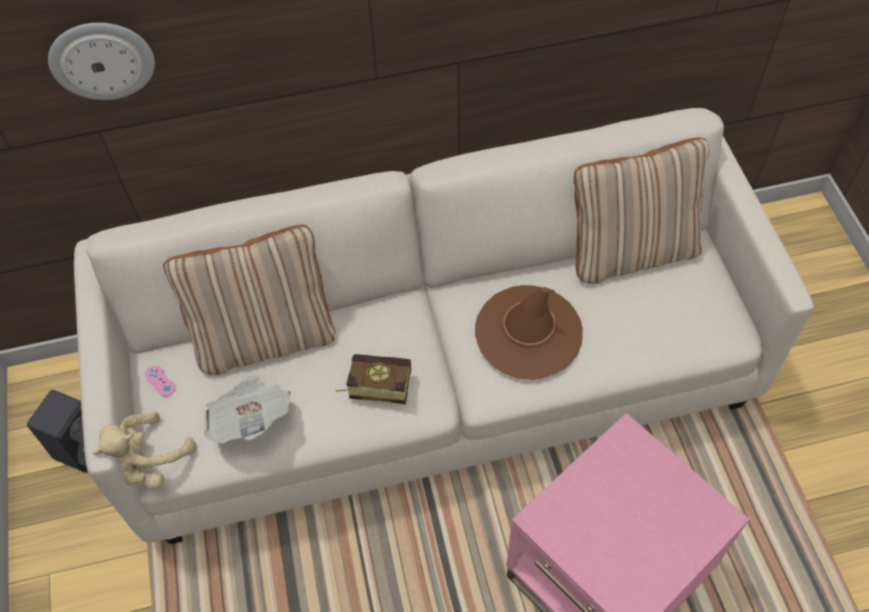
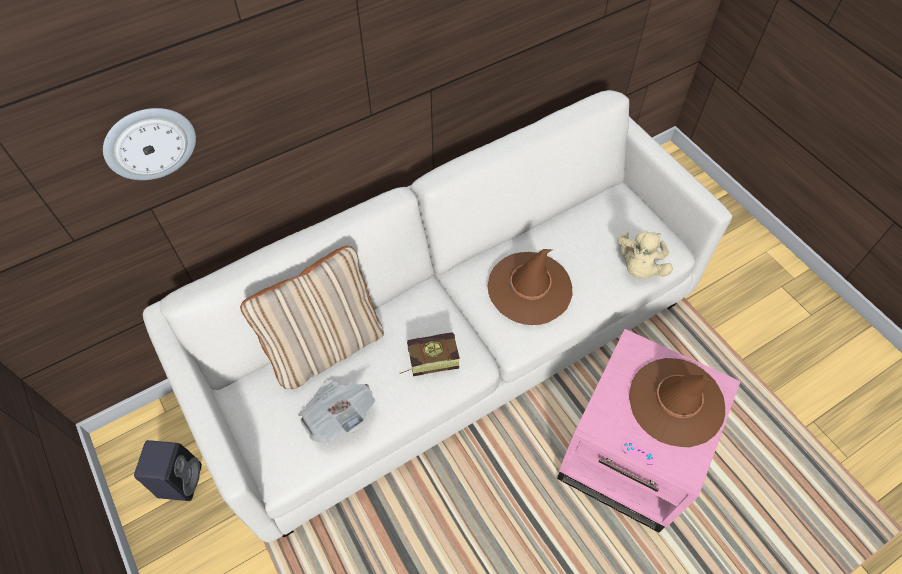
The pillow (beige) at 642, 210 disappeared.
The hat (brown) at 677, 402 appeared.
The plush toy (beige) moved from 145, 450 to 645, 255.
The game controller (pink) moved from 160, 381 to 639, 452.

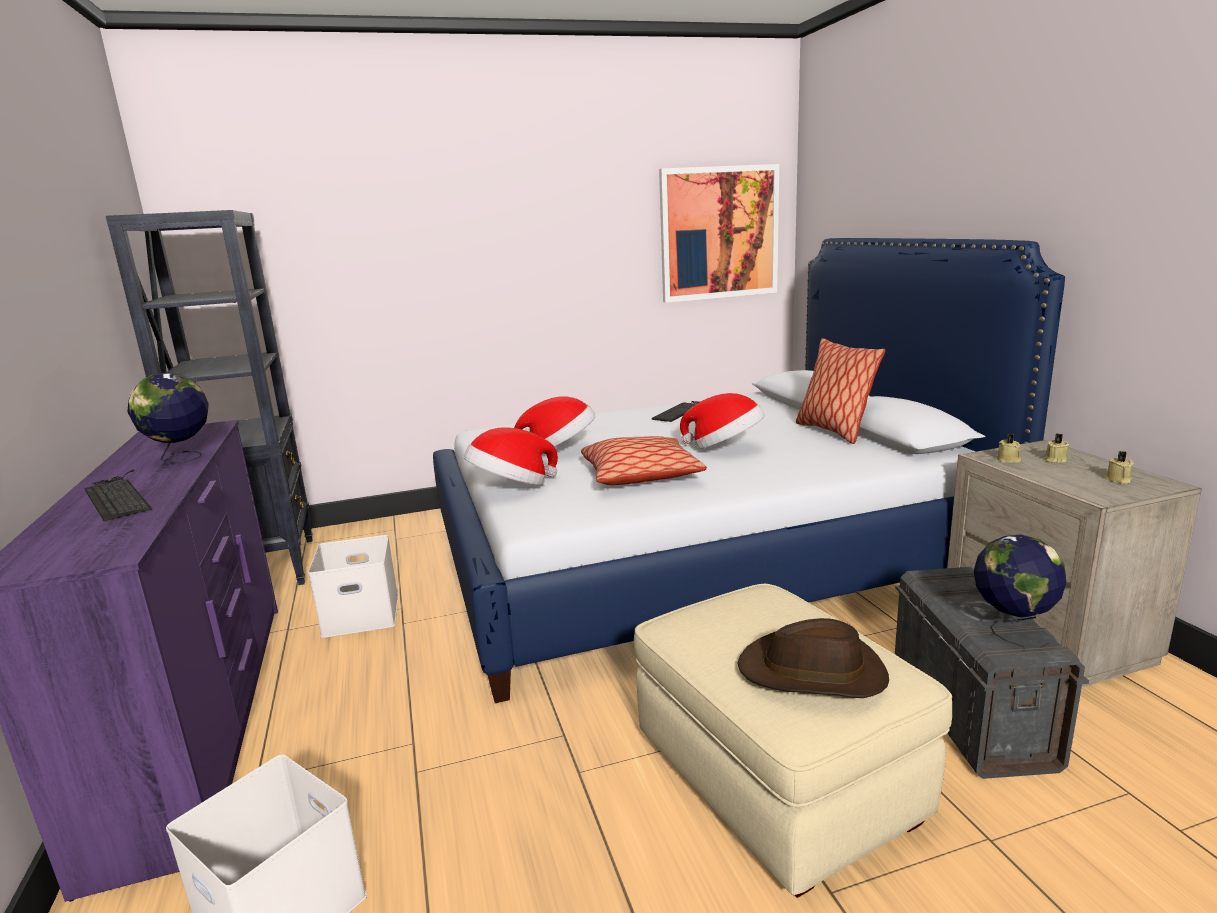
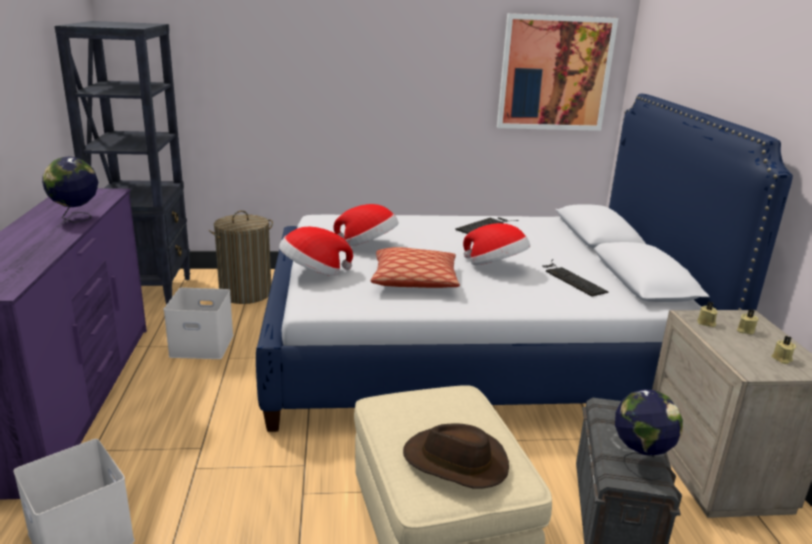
The pillow at 840, 391 disappeared.
The laundry basket at 241, 257 appeared.
The keyboard moved from 118, 495 to 575, 278.

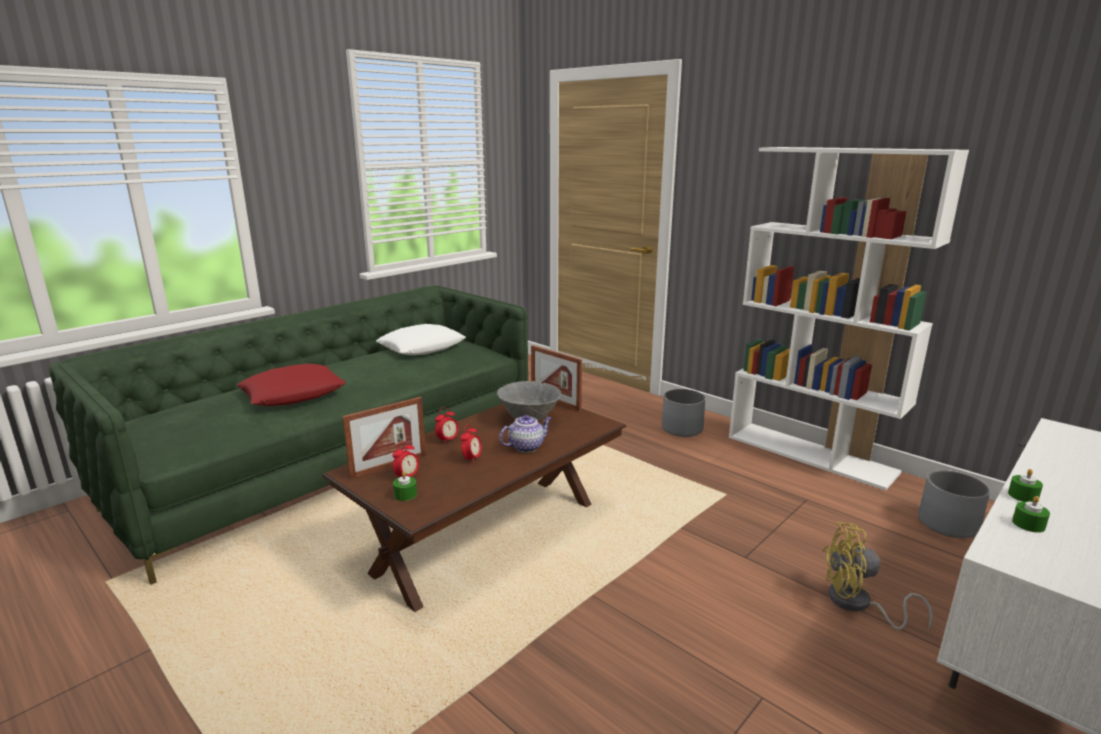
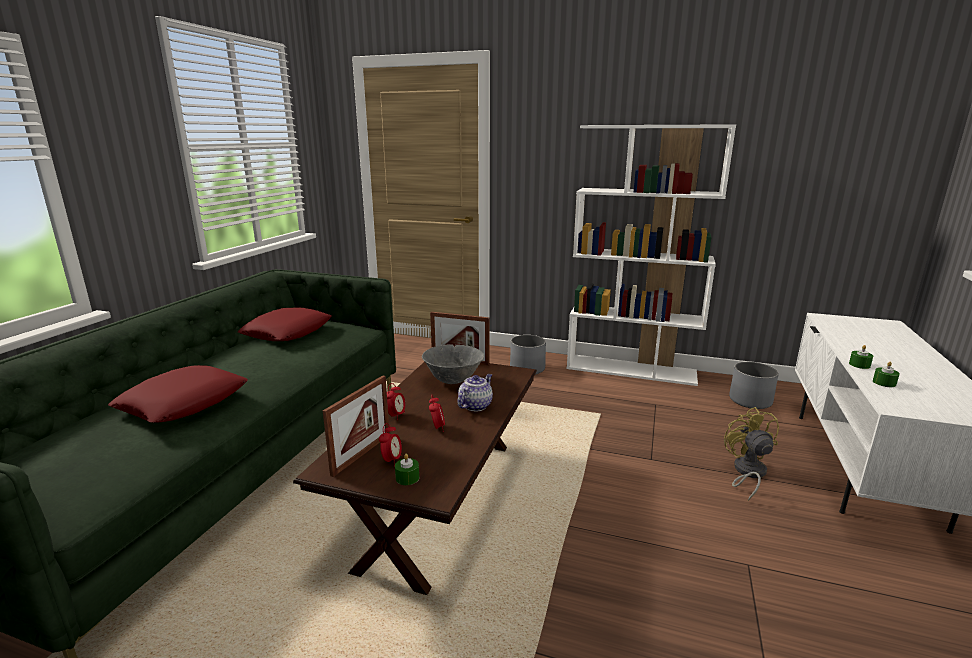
The pillow (white) at 421, 339 became the pillow (red) at 285, 324.
The fan (yellow) at 877, 576 turned 105 degrees clockwise.

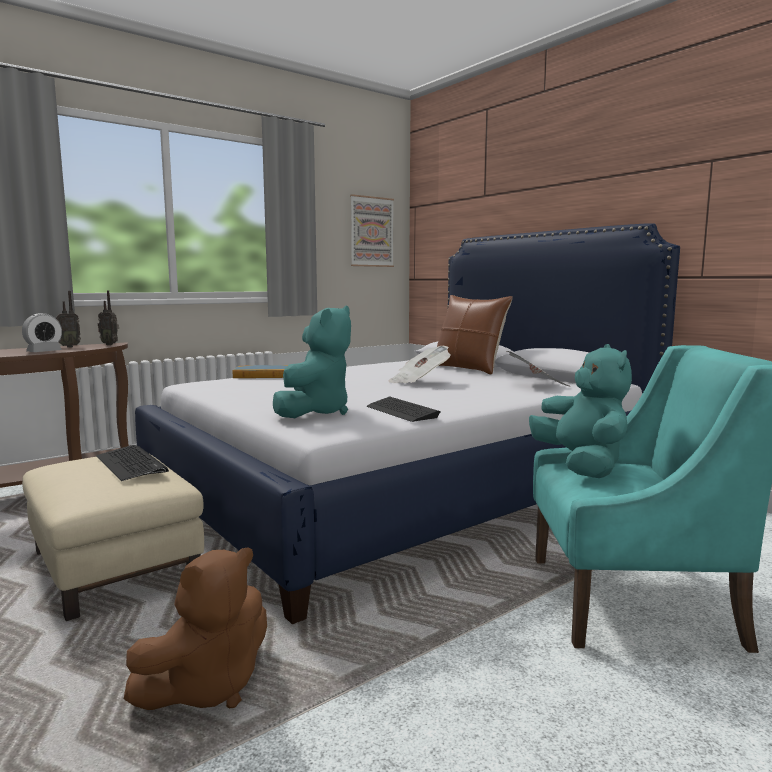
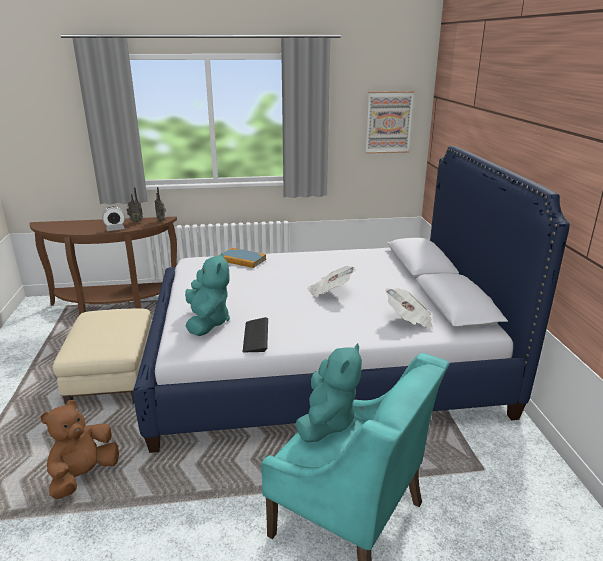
The keyboard at 132, 463 disappeared.
The pillow (brown) at 475, 335 disappeared.
The plush toy (brown) at 195, 628 turned 135 degrees clockwise.
The plush toy (turquoise) at 312, 361 turned 60 degrees counterclockwise.

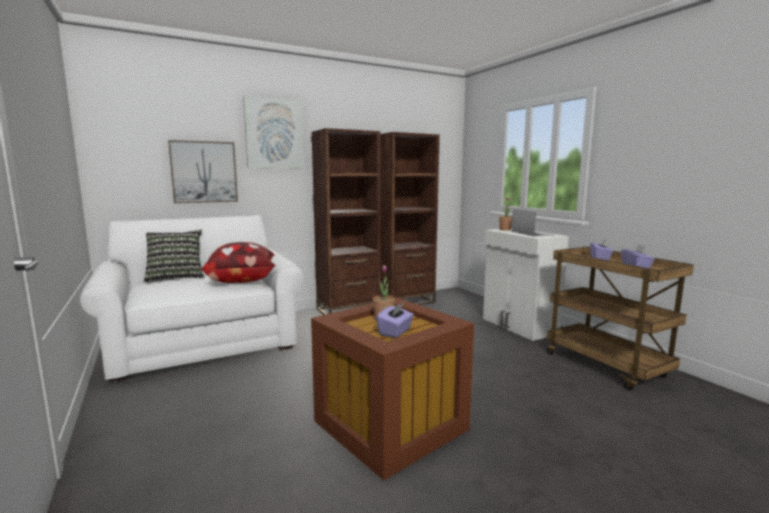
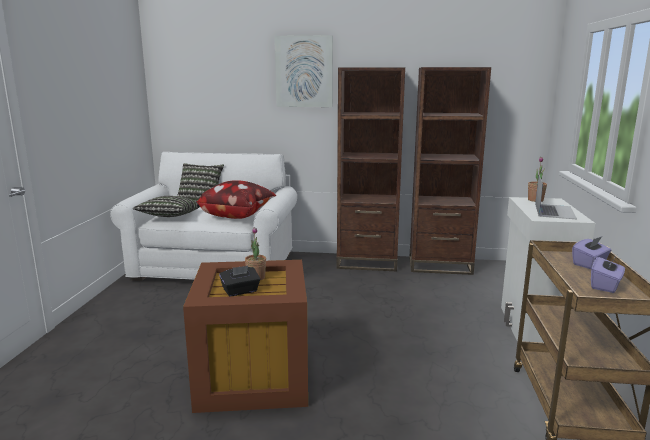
The picture at 203, 171 disappeared.
The pillow at 166, 206 appeared.
The tissue box (purple) at 395, 320 became the tissue box (black) at 239, 281.

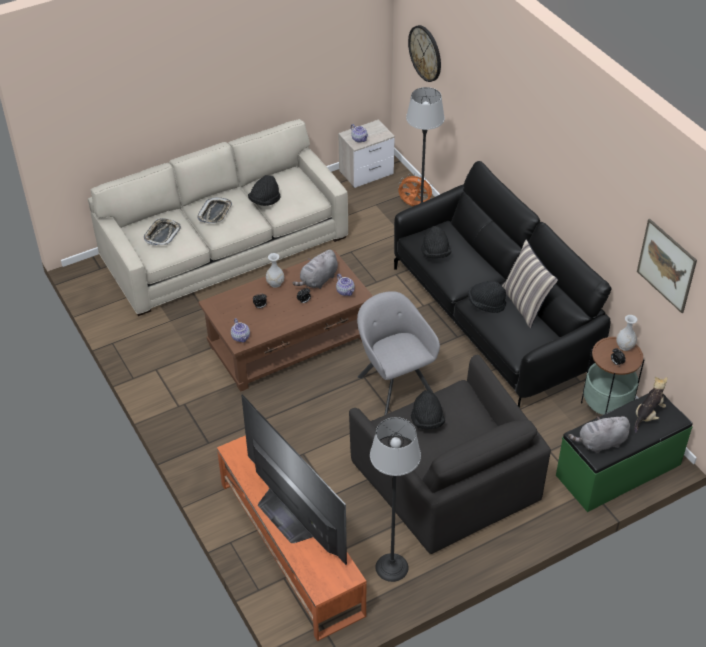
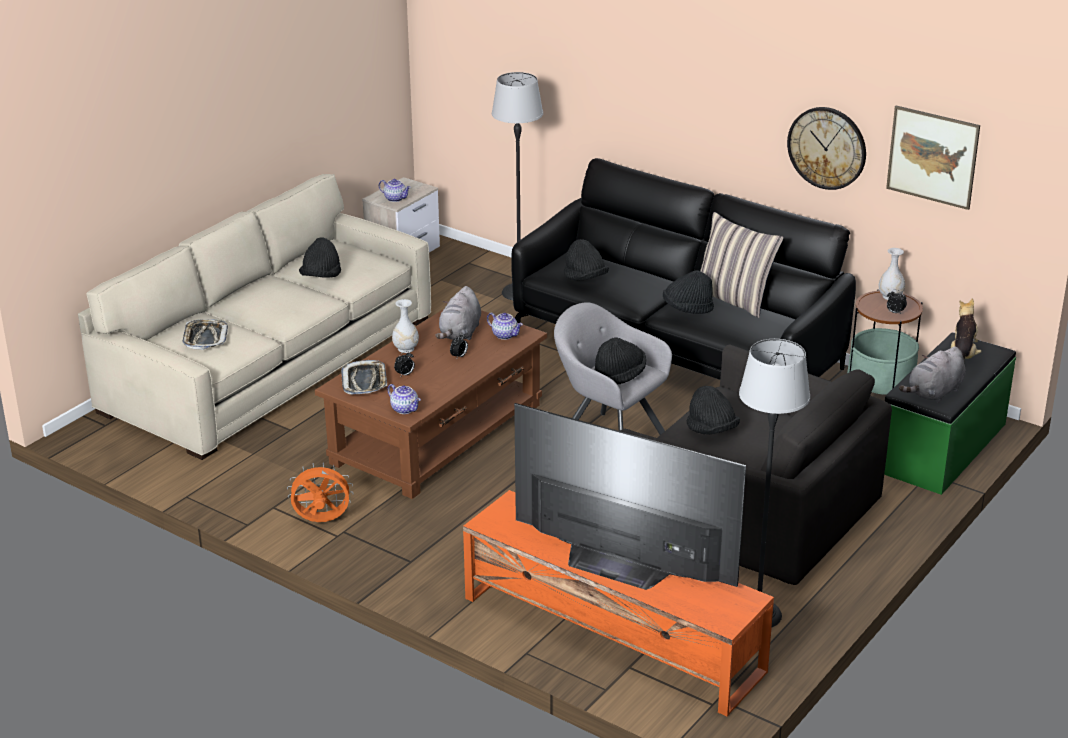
The hat (black) at 620, 361 appeared.
The tray moved from 214, 210 to 364, 377.
The fan (orange) moved from 417, 189 to 320, 492.
The wall clock moved from 424, 53 to 826, 148.

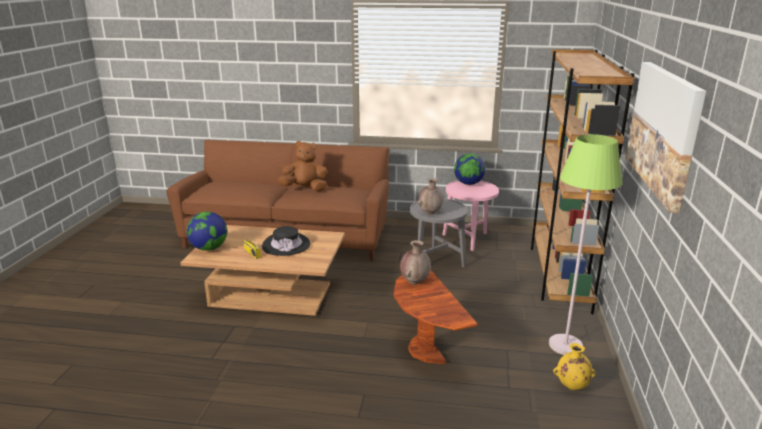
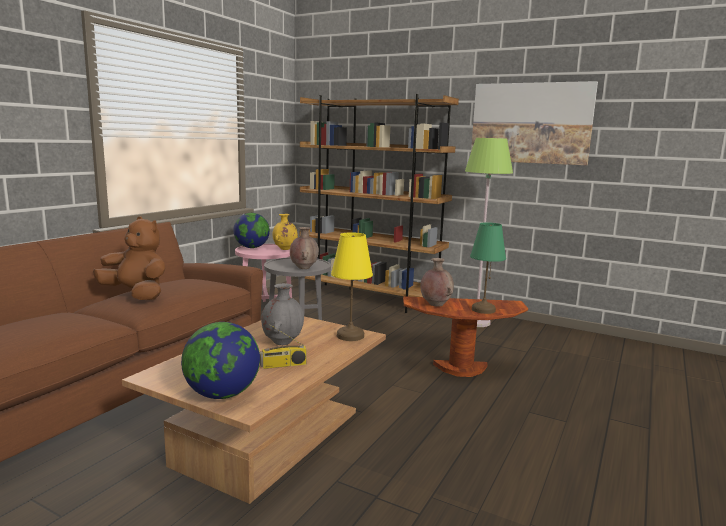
The table lamp (yellow) at 352, 286 appeared.
The table lamp (green) at 488, 268 appeared.
The vase (yellow) moved from 574, 366 to 285, 232.
The hat (black) at 286, 241 was replaced by the vase (grey) at 282, 314.
The plush toy (brown) at 302, 166 turned 90 degrees clockwise.

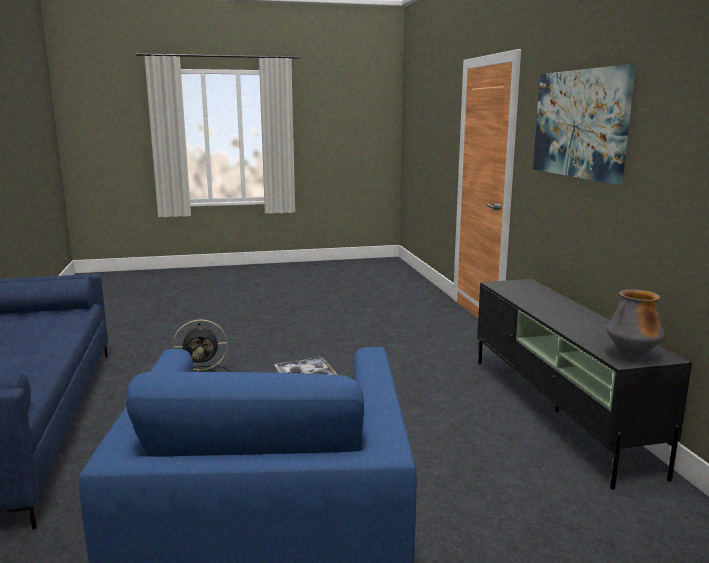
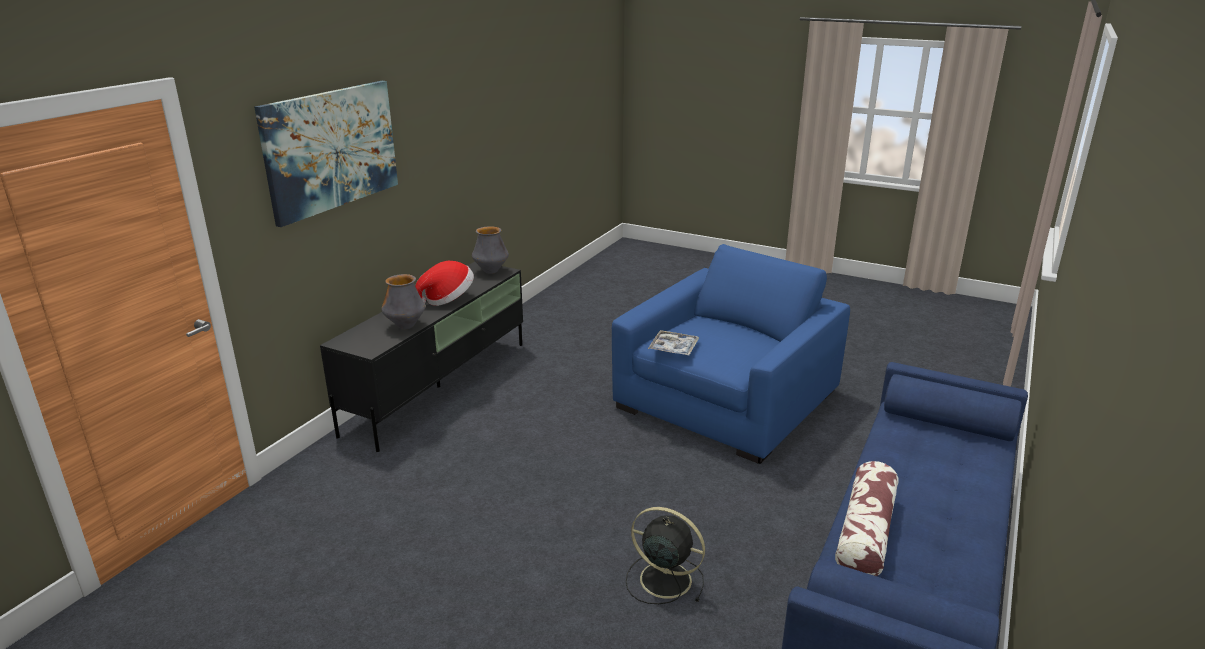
The vase at 403, 301 appeared.
The hat at 444, 283 appeared.
The pillow at 866, 518 appeared.

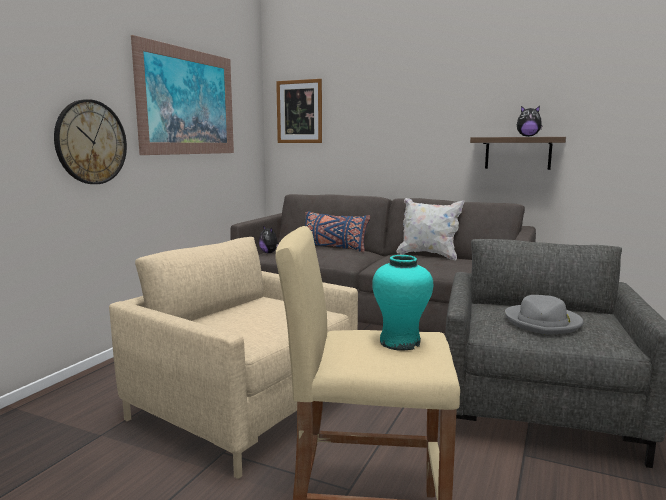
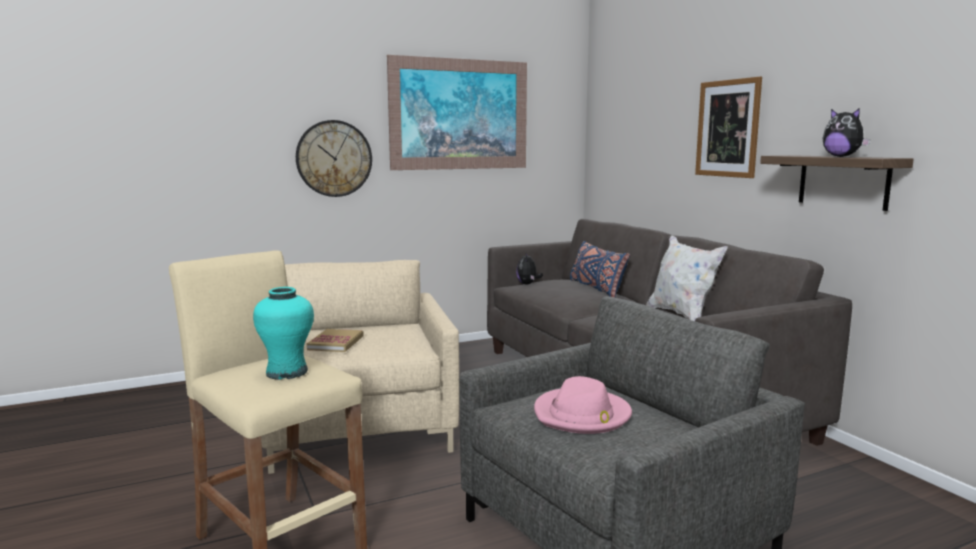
The book at 335, 340 appeared.
The picture moved from 299, 111 to 728, 127.
The hat (grey) at 544, 314 became the hat (pink) at 583, 405.

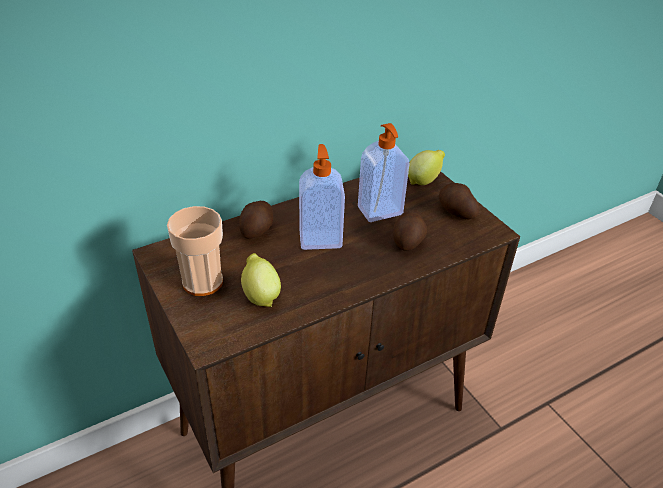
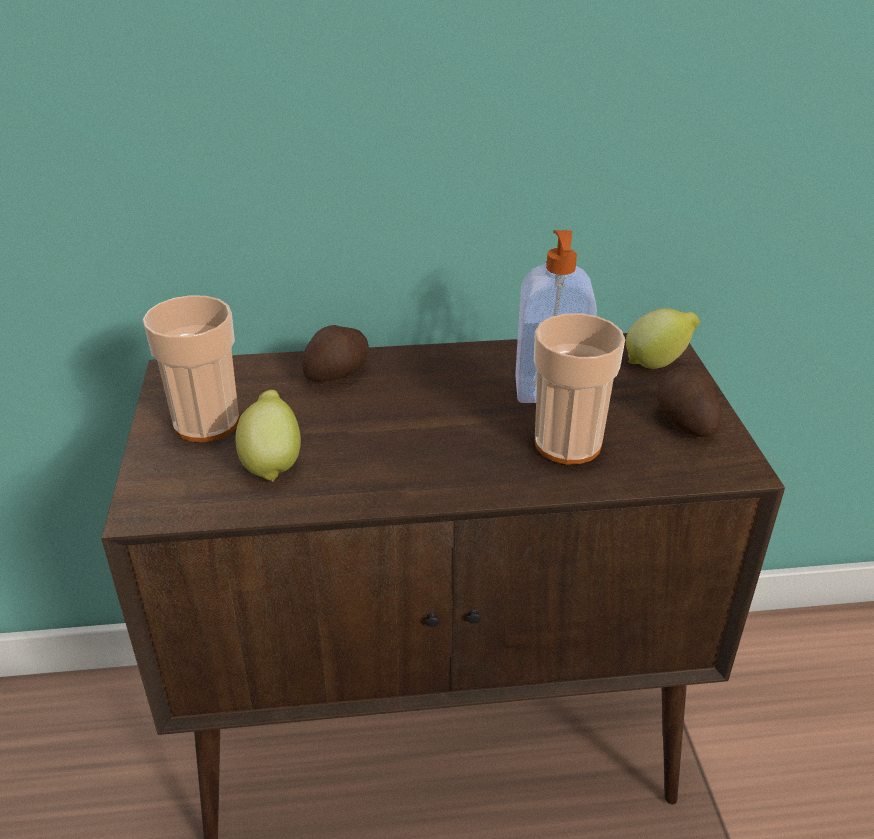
The soap dispenser at 322, 197 disappeared.
The potato at 410, 231 was replaced by the cup at 579, 388.

